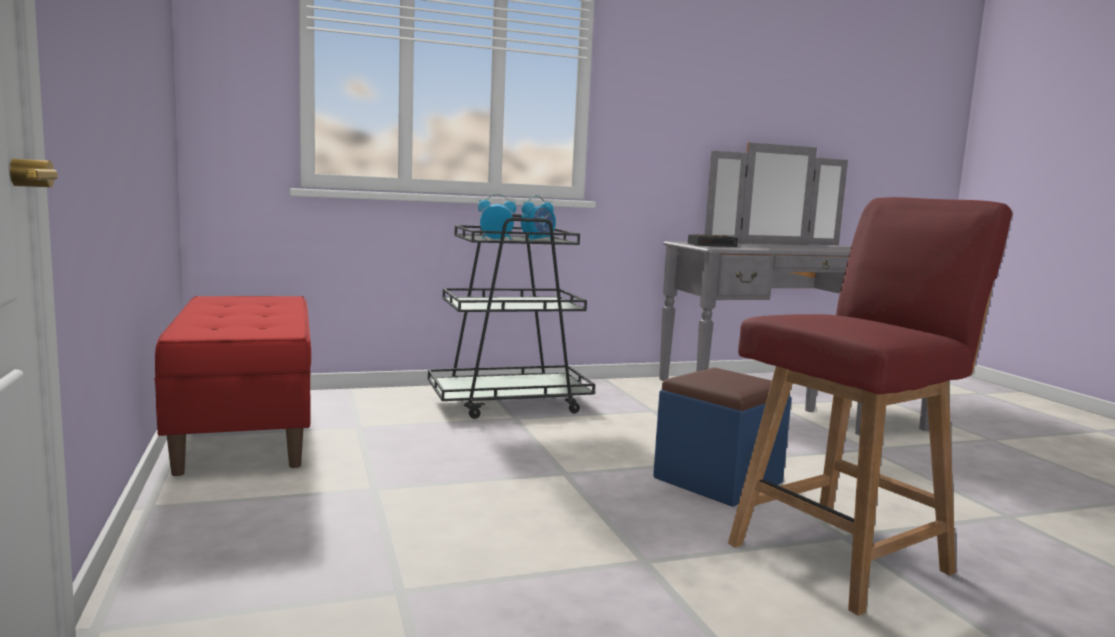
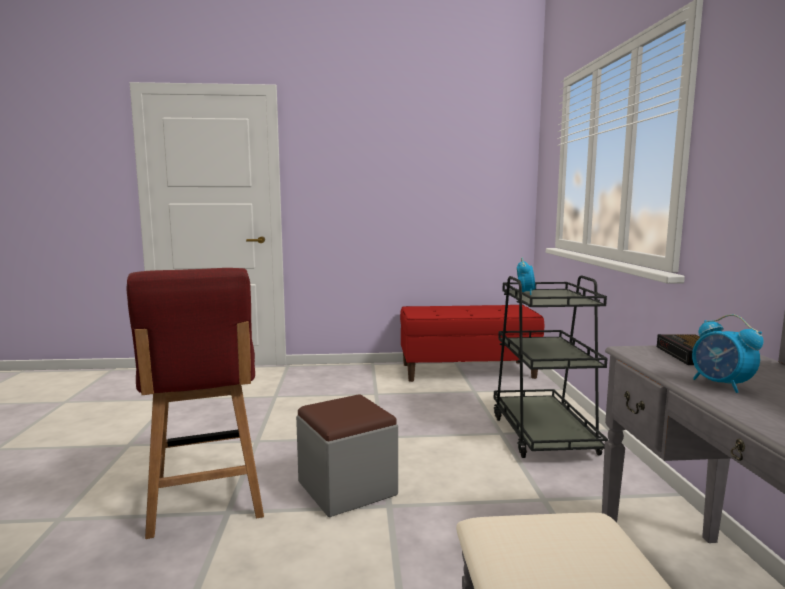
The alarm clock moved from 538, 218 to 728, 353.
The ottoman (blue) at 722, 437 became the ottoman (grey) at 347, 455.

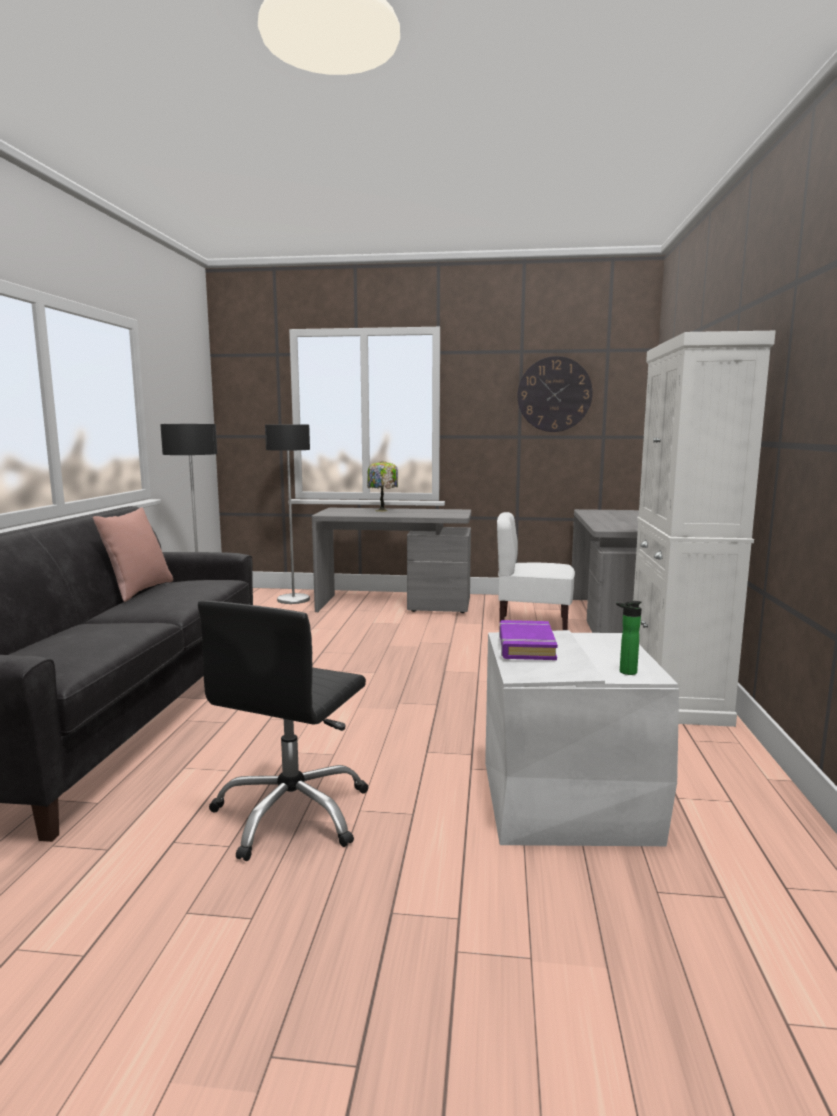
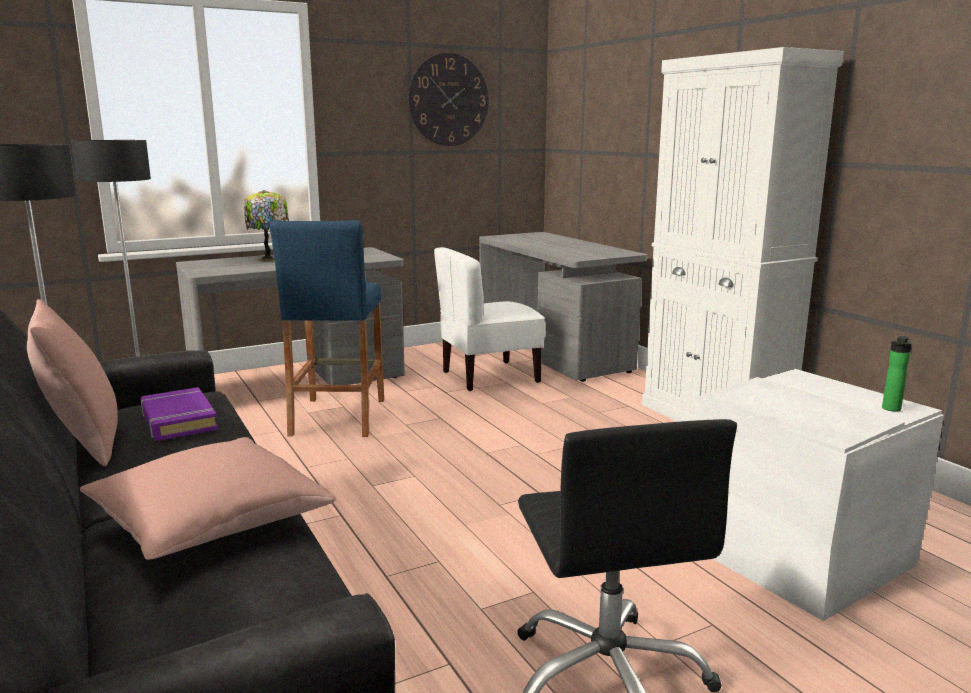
The pillow (pink) at 208, 498 appeared.
The stool (blue) at 327, 328 appeared.
The book (purple) moved from 528, 640 to 179, 414.

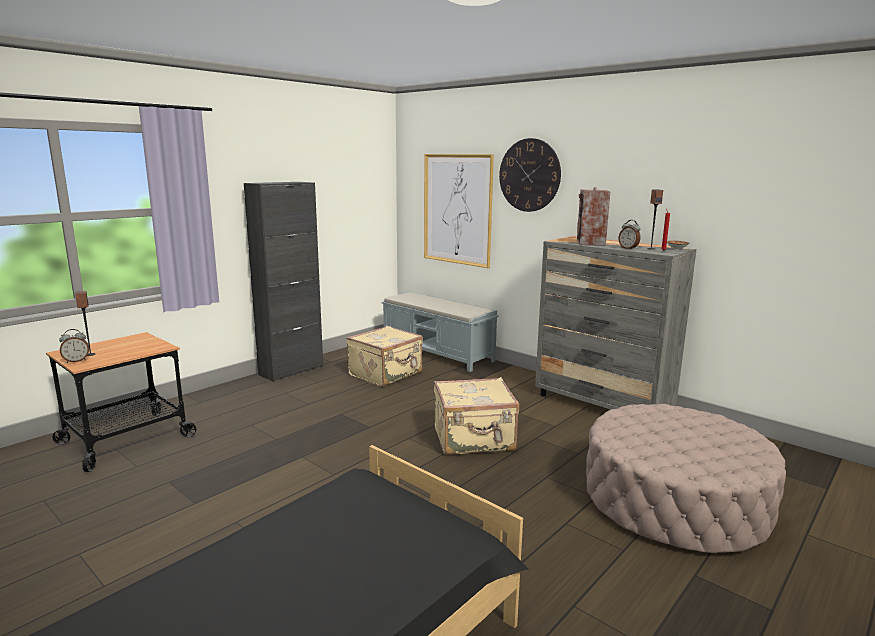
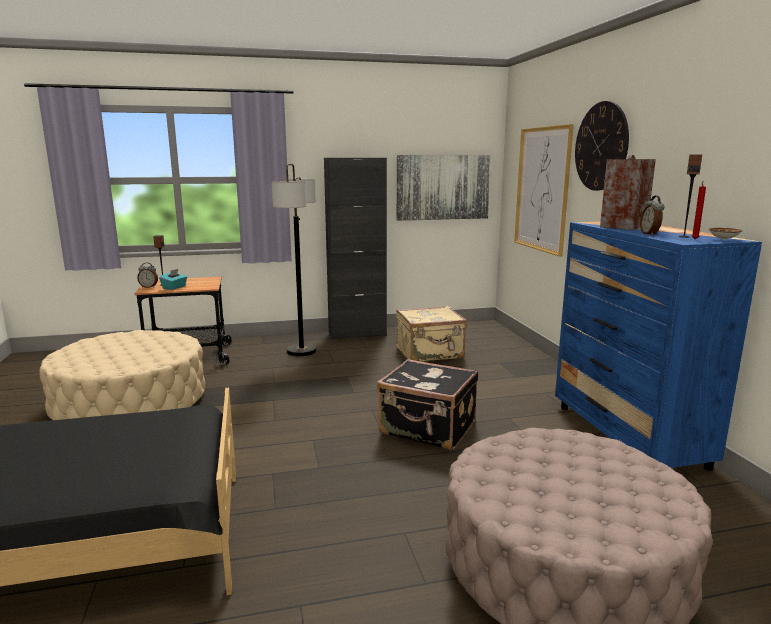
The bench (grey) at 440, 331 disappeared.
The ottoman (beige) at 122, 375 appeared.
The tissue box (turquoise) at 173, 279 appeared.
The floor lamp at 294, 259 appeared.
The picture at 444, 188 appeared.
The suitcase (beige) at 476, 416 became the suitcase (black) at 427, 404.
The dresser (grey) at 615, 322 became the dresser (blue) at 658, 346.

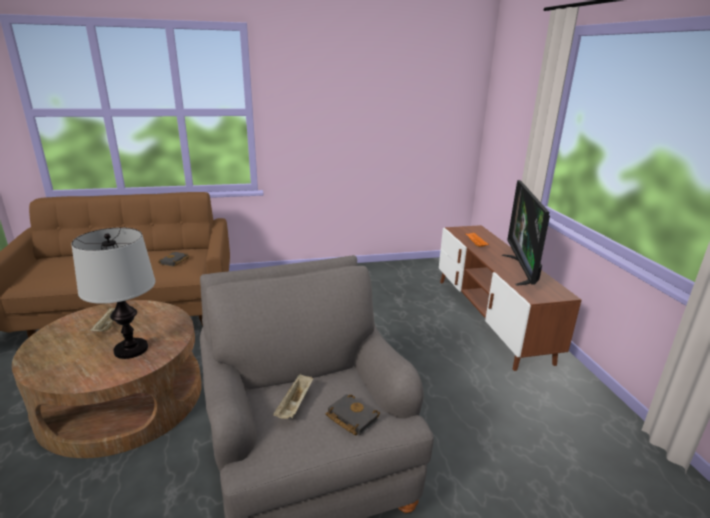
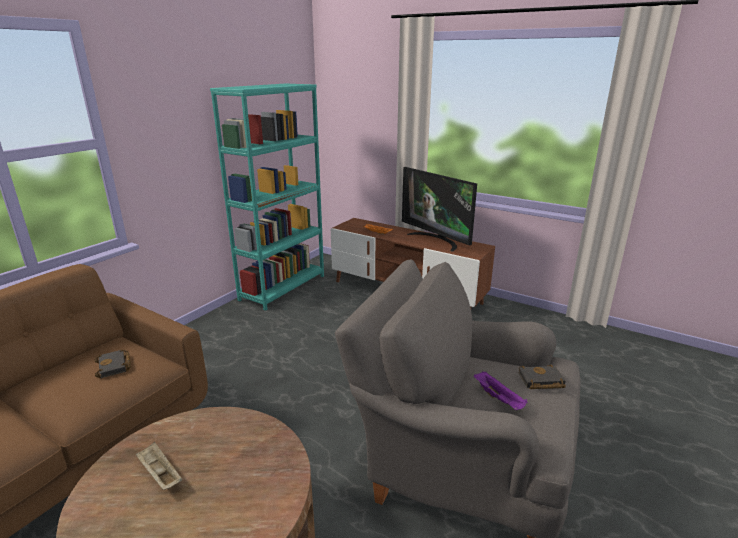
The table lamp at 113, 293 disappeared.
The bookcase (turquoise) at 267, 197 appeared.
The tray (beige) at 293, 396 became the tray (purple) at 501, 390.

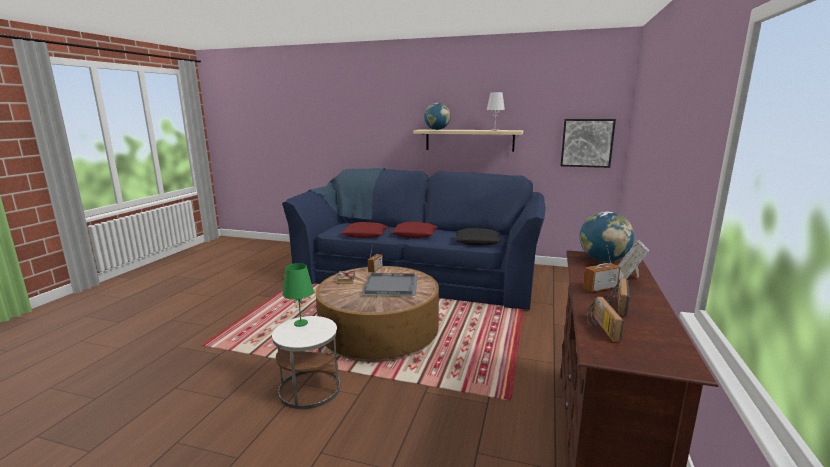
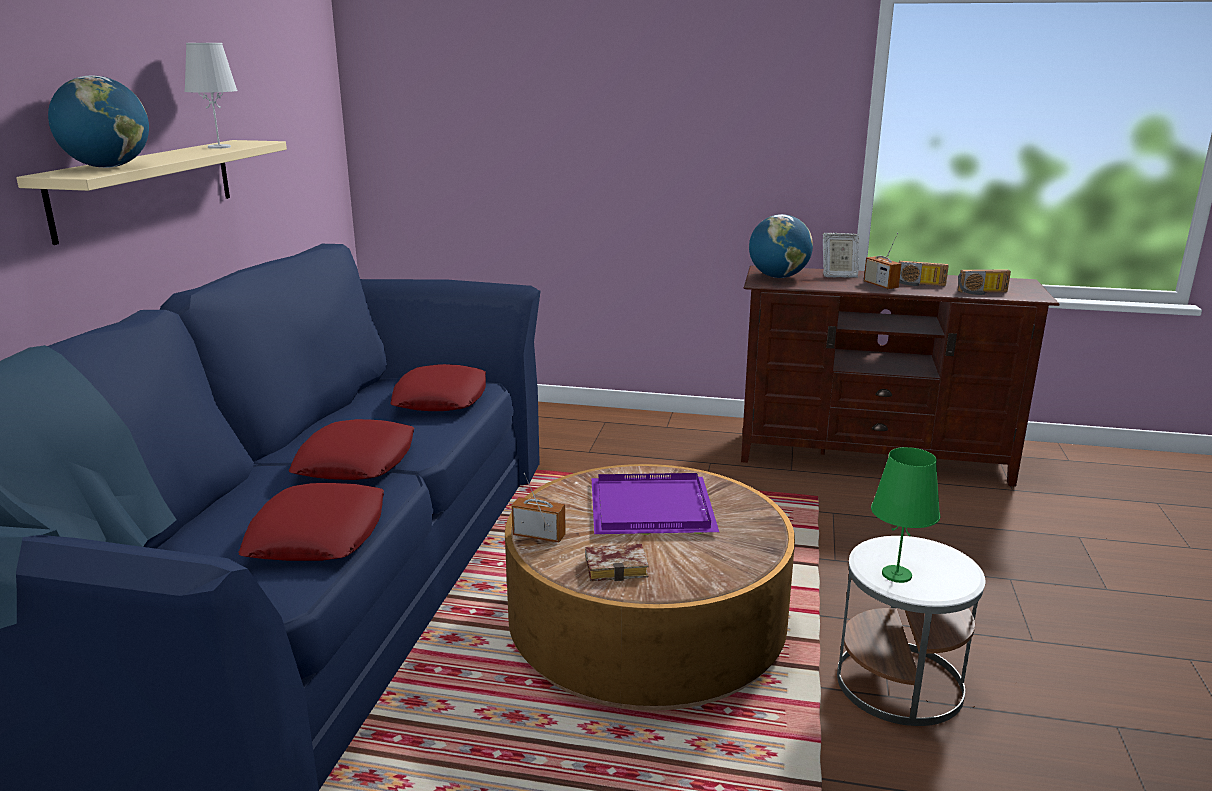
The picture at 588, 143 disappeared.
The tray (grey) at 389, 285 became the tray (purple) at 655, 504.
The pillow (black) at 478, 237 became the pillow (red) at 438, 387.

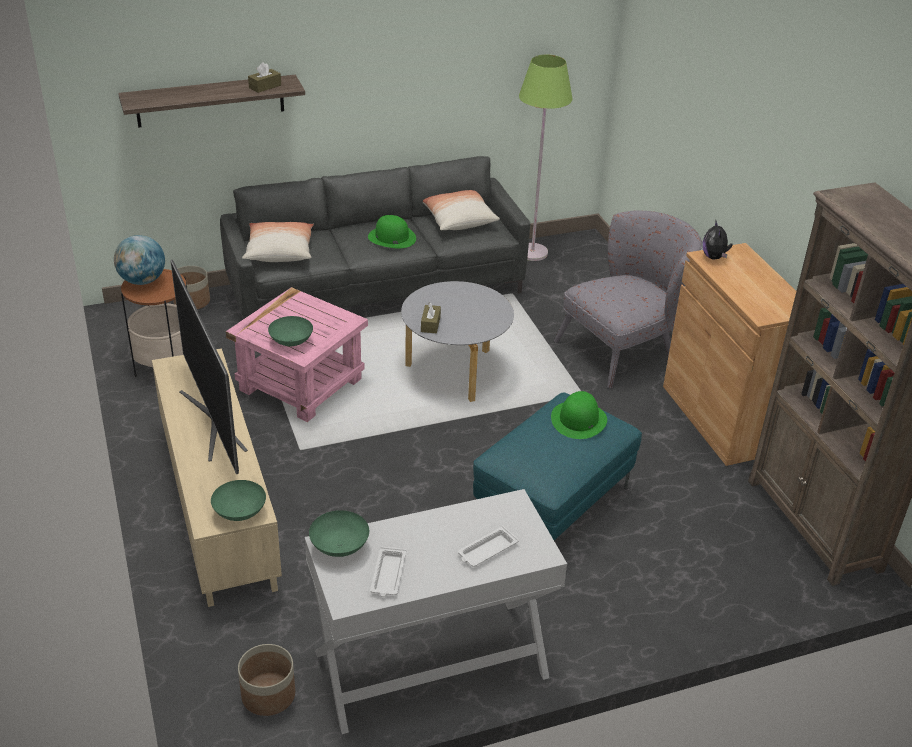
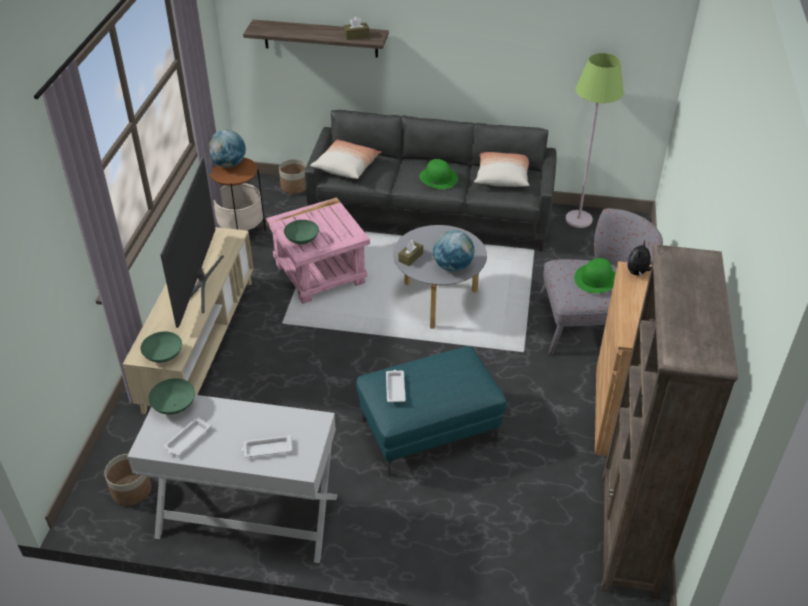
The tray (white) at 396, 386 appeared.
The globe at 453, 251 appeared.
The hat (green) moved from 579, 415 to 595, 275.

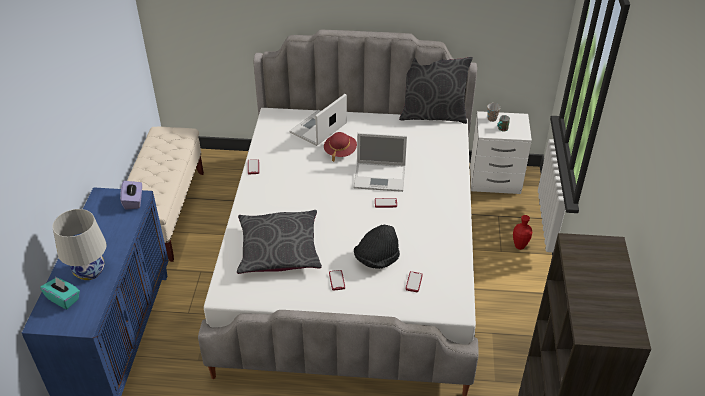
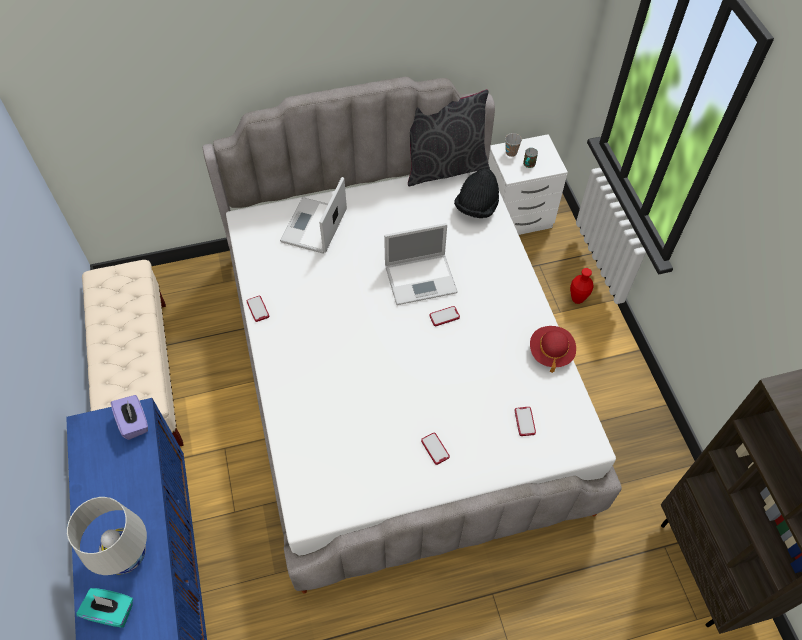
The pillow (grey) at 279, 242 disappeared.
The hat (red) moved from 340, 147 to 553, 349.
The hat (black) moved from 377, 247 to 476, 193.

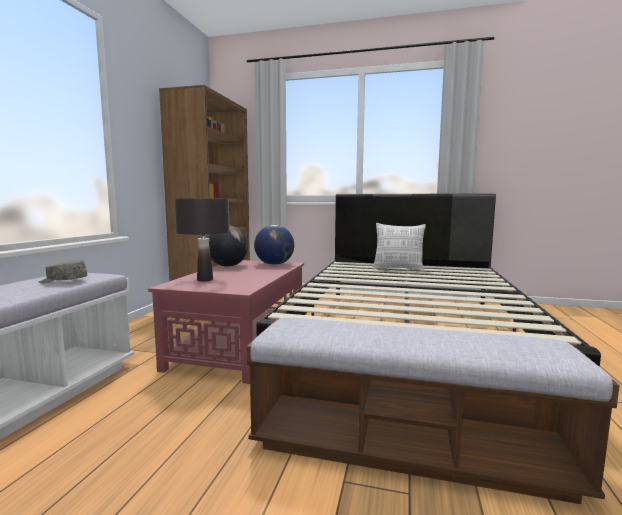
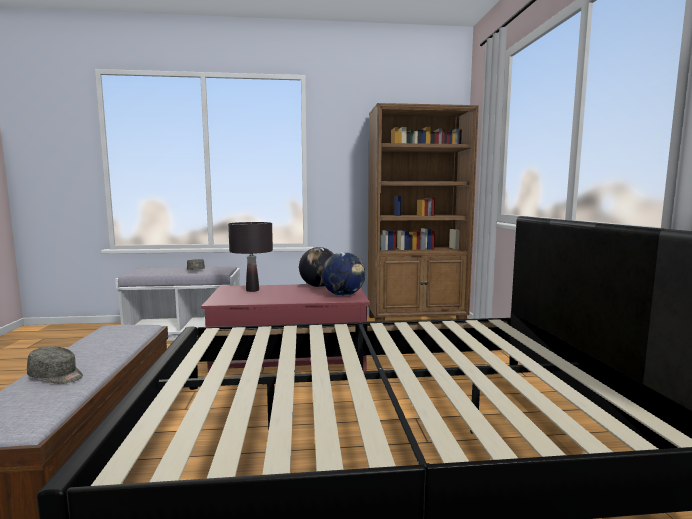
The pillow at 399, 247 disappeared.
The cap (grey) at 55, 365 appeared.

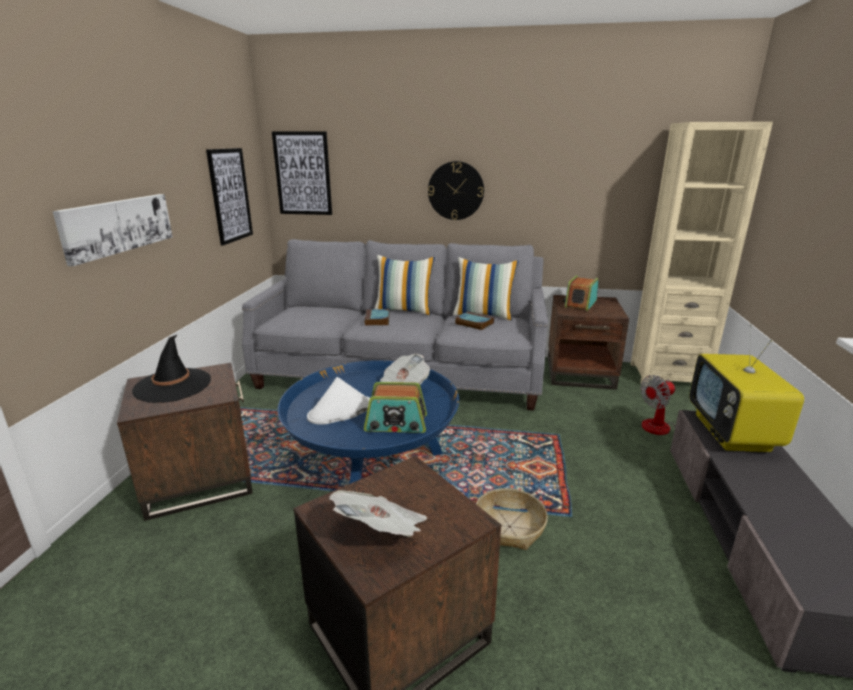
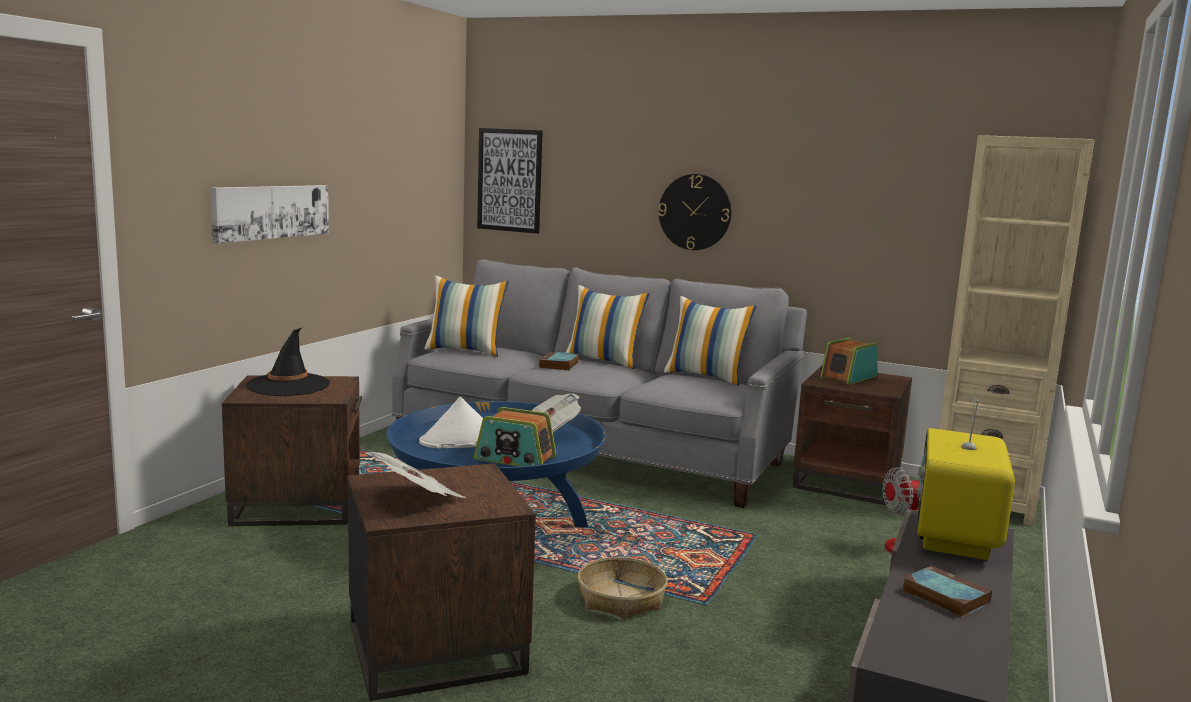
The picture at 229, 197 disappeared.
The pillow at 466, 316 appeared.
The book moved from 474, 320 to 947, 591.

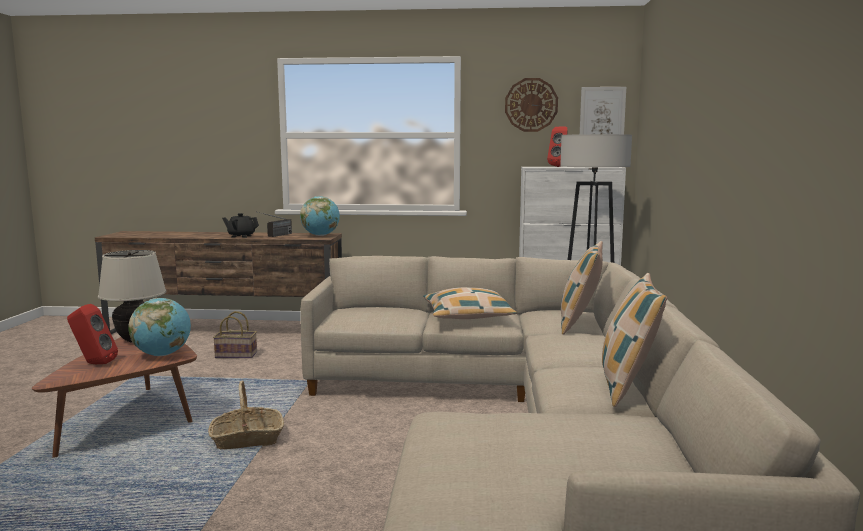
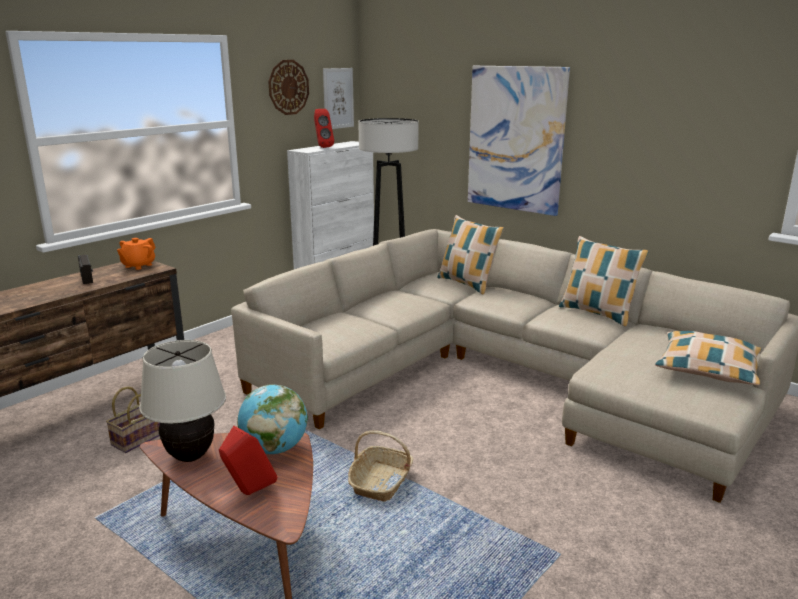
The teapot (black) at 240, 225 disappeared.
The picture at 519, 141 appeared.
The pillow moved from 470, 303 to 708, 358.
The globe at 320, 216 was replaced by the teapot (orange) at 136, 254.

